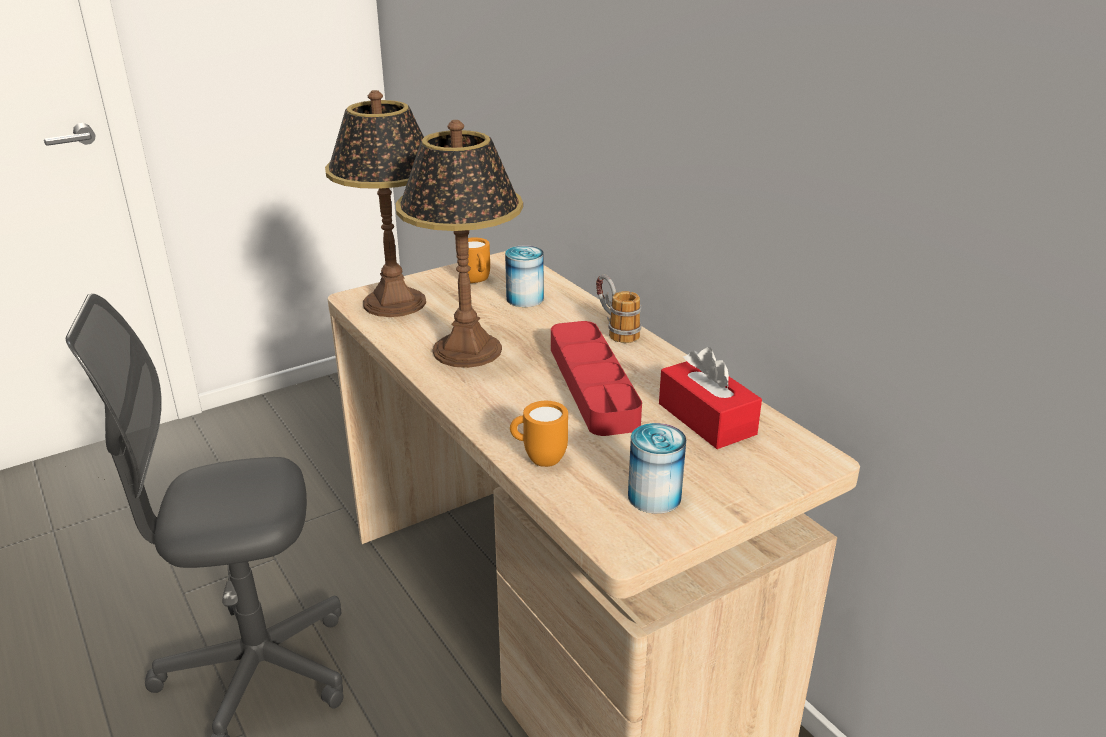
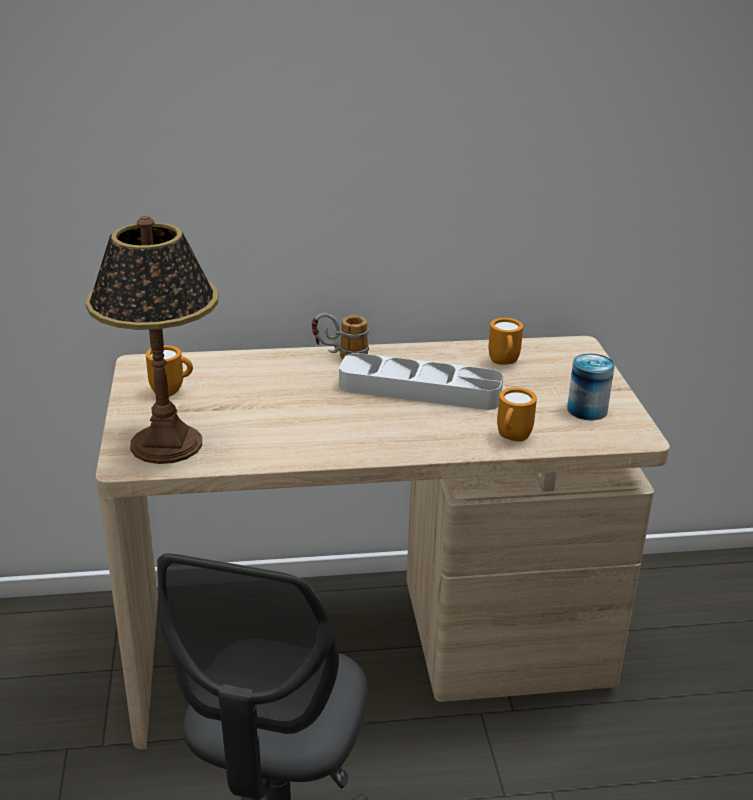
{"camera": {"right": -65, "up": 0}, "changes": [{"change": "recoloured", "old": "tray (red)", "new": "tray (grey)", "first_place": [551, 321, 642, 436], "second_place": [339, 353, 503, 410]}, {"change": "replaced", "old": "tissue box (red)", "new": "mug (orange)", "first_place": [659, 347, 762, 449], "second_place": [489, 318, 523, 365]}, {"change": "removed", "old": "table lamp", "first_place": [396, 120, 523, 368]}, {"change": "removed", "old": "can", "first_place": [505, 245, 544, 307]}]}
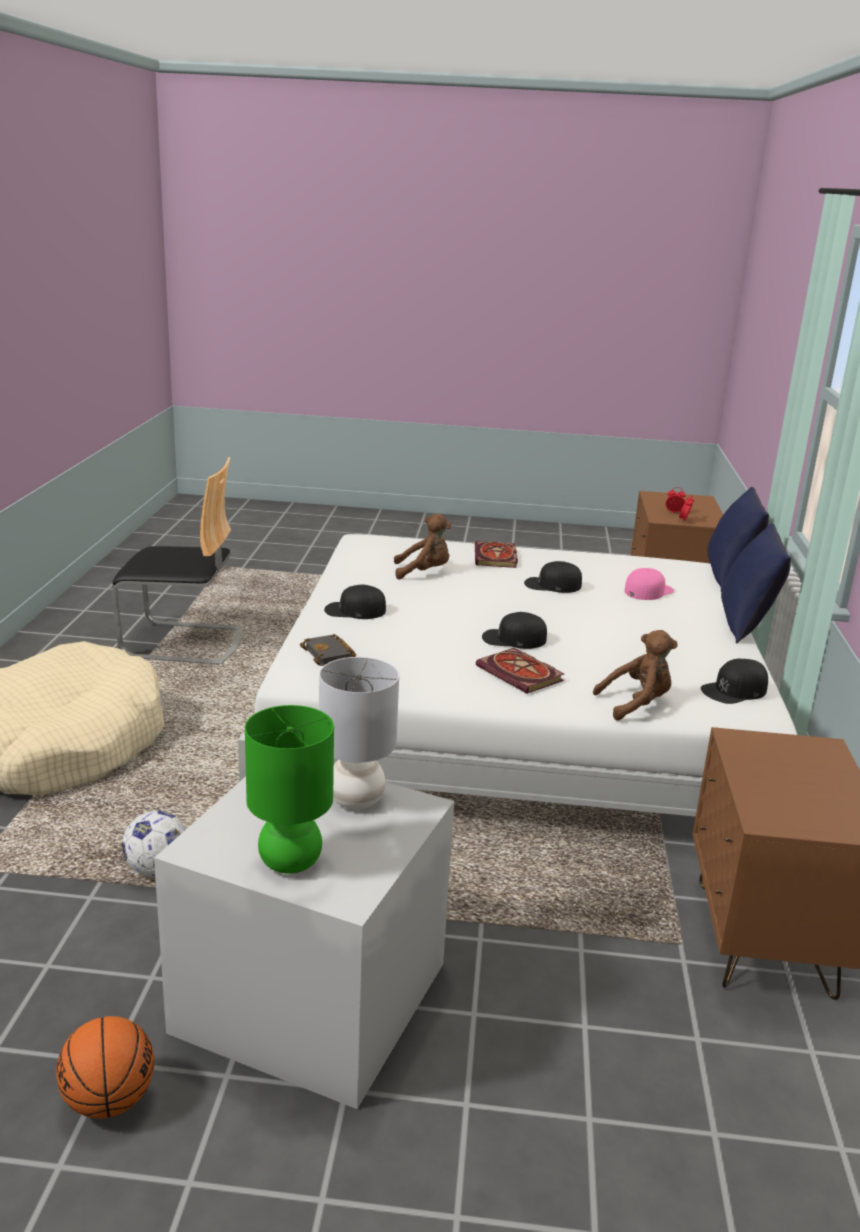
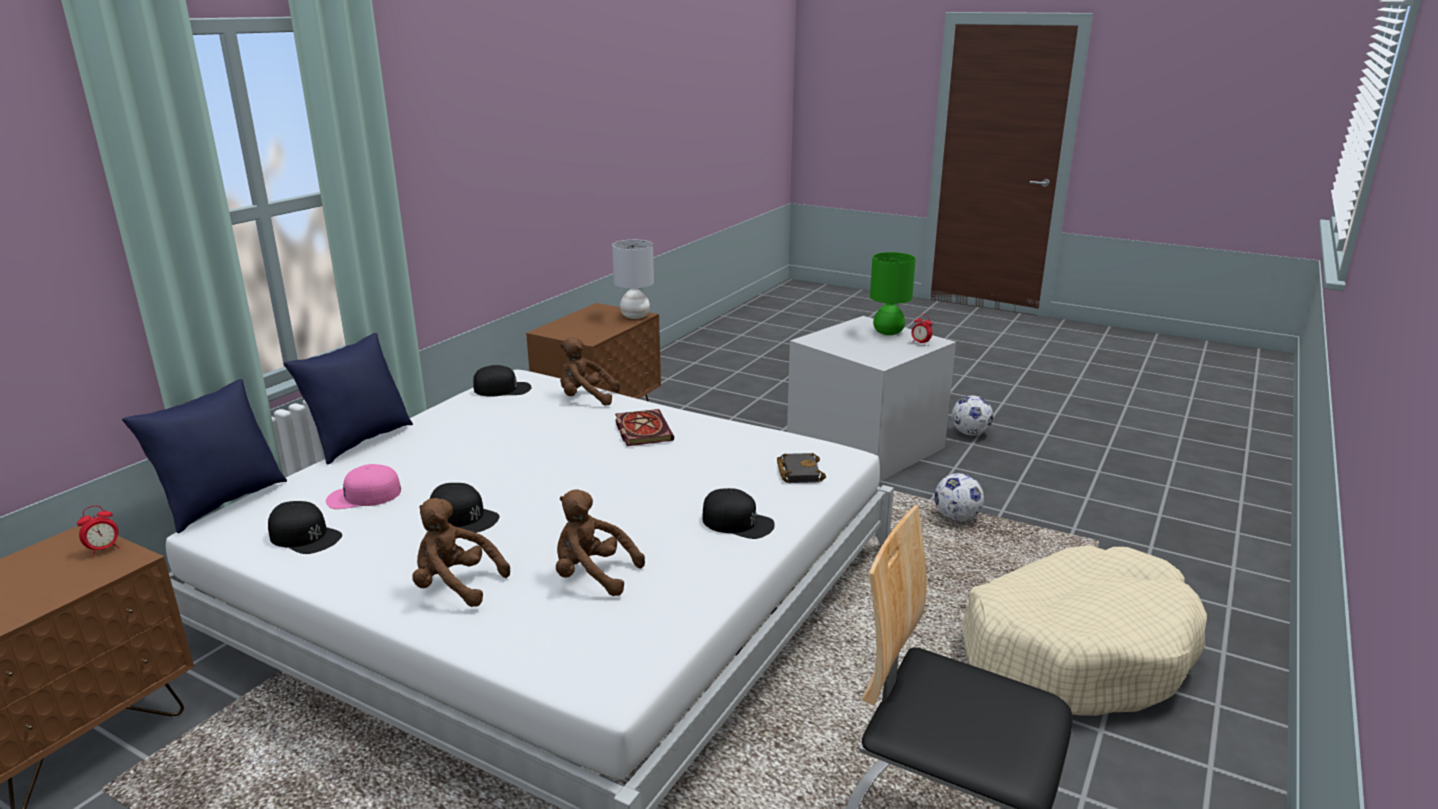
{"camera": {"right": -155, "up": 0}, "changes": [{"change": "moved", "old": "cap (black)", "first_place": [482, 612, 547, 649], "second_place": [268, 501, 342, 554]}, {"change": "replaced", "old": "book", "new": "plush toy (brown)", "first_place": [475, 541, 518, 568], "second_place": [412, 498, 510, 607]}, {"change": "moved", "old": "table lamp (grey)", "first_place": [319, 657, 399, 809], "second_place": [612, 240, 654, 319]}, {"change": "moved", "old": "alarm clock", "first_place": [666, 487, 686, 513], "second_place": [911, 314, 933, 346]}, {"change": "replaced", "old": "basketball", "new": "football", "first_place": [56, 1016, 154, 1118], "second_place": [952, 396, 993, 436]}]}
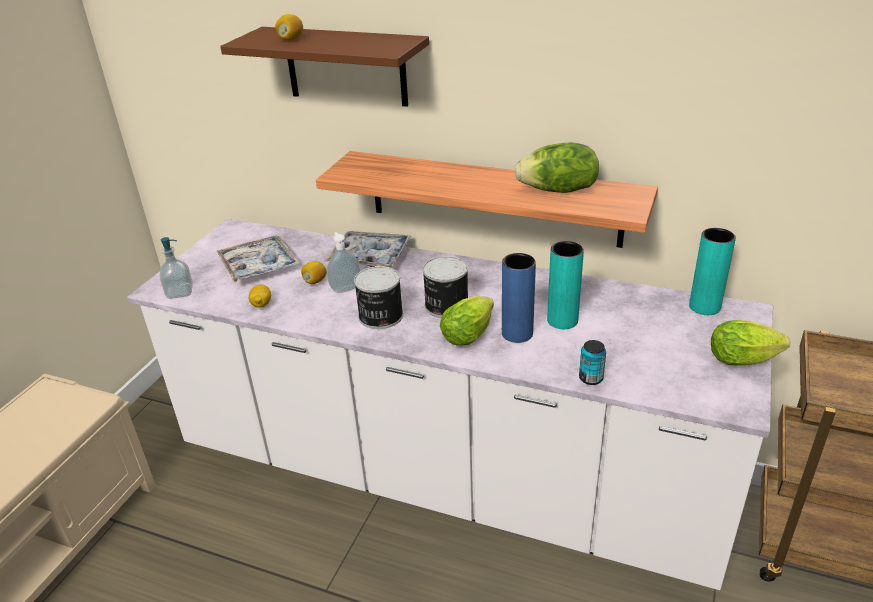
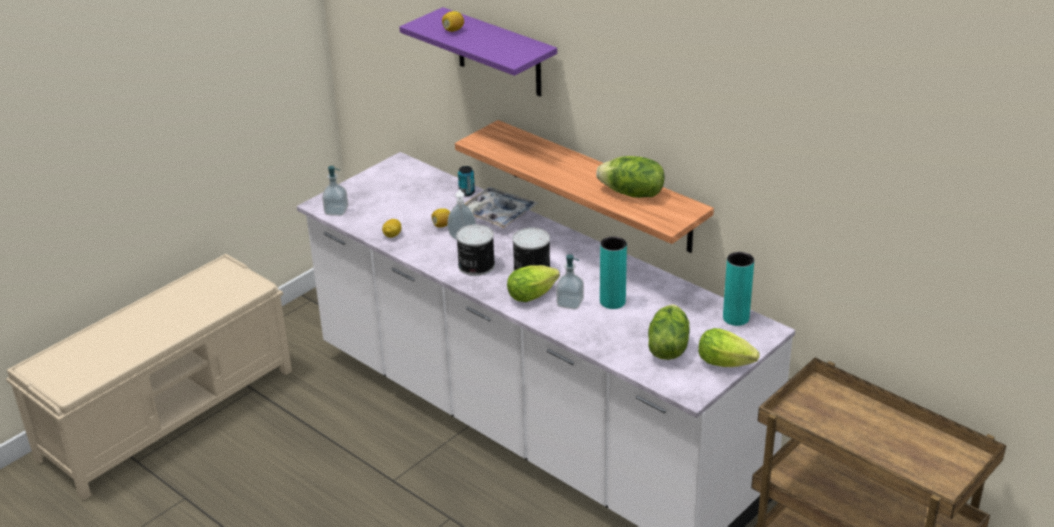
{"camera": {"right": 20, "up": 0}, "changes": [{"change": "recoloured", "old": "shelf (brown)", "new": "shelf (purple)", "first_place": [220, 27, 429, 107], "second_place": [399, 7, 557, 96]}, {"change": "moved", "old": "can", "first_place": [579, 340, 606, 385], "second_place": [458, 166, 475, 196]}, {"change": "replaced", "old": "vase (blue)", "new": "soap dispenser", "first_place": [502, 253, 536, 343], "second_place": [556, 254, 584, 310]}, {"change": "added", "new": "lettuce", "second_place": [648, 304, 690, 360]}, {"change": "removed", "old": "tray", "first_place": [217, 235, 300, 283]}]}
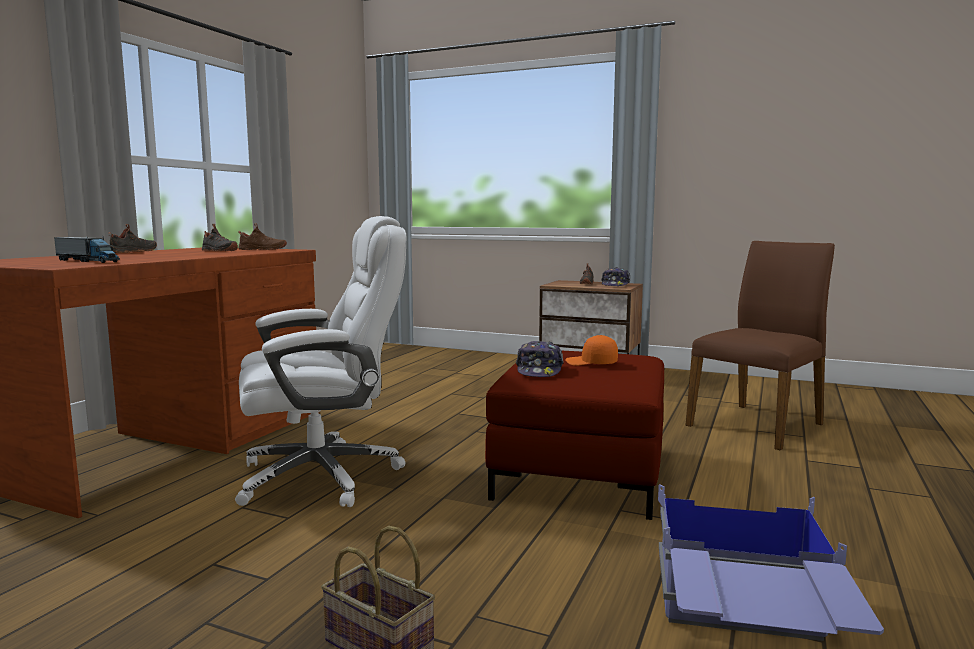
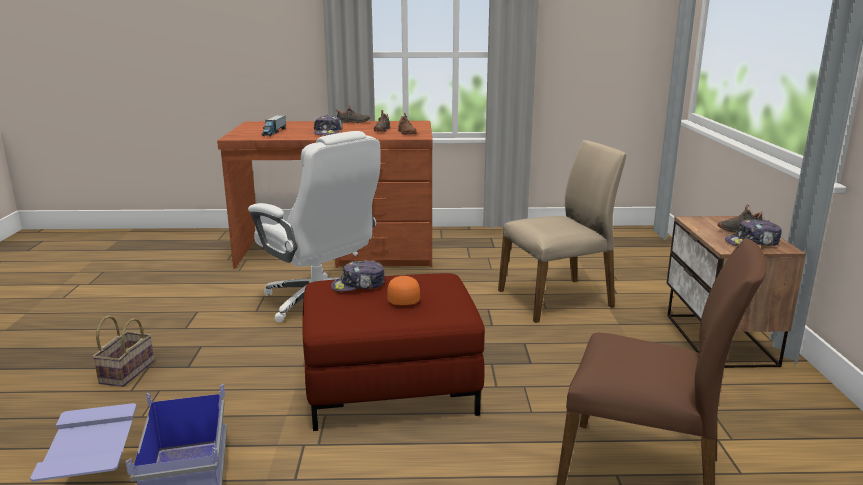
{"camera": {"right": 65, "up": 10}, "changes": [{"change": "added", "new": "cap", "second_place": [313, 115, 343, 135]}, {"change": "added", "new": "chair (beige)", "second_place": [498, 140, 626, 323]}]}
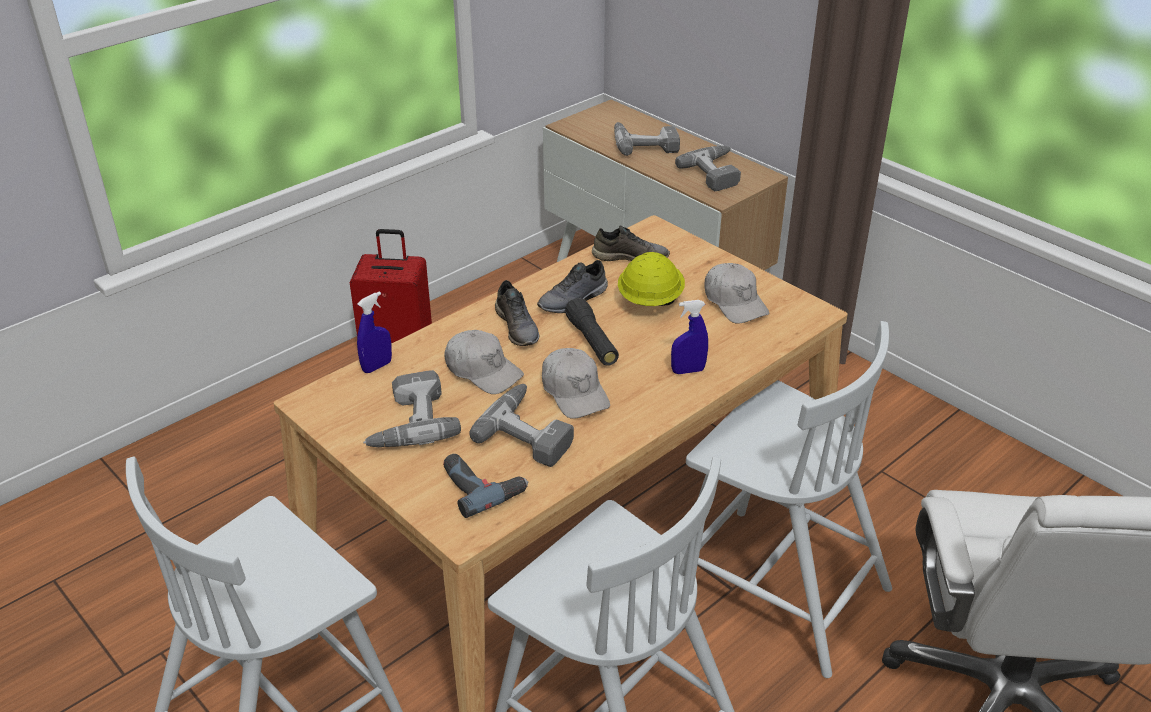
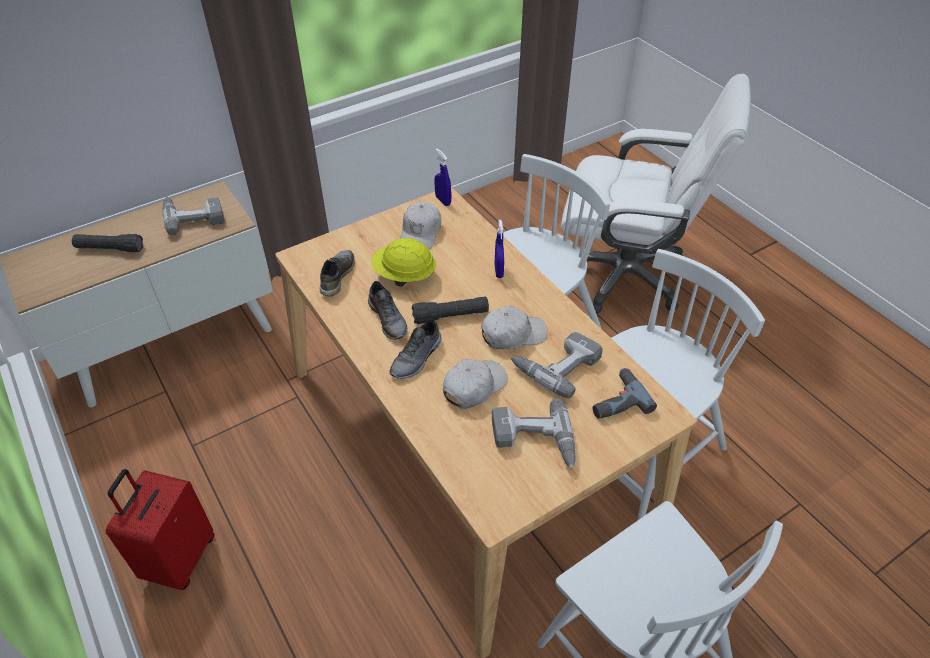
{"camera": {"right": -80, "up": 10}, "changes": [{"change": "replaced", "old": "power drill", "new": "flashlight (black)", "first_place": [614, 122, 680, 156], "second_place": [72, 234, 143, 252]}, {"change": "turned", "old": "shoe (grey)", "first_place": [495, 280, 539, 346], "second_place": [389, 319, 442, 379], "degrees": 135}, {"change": "turned", "old": "cap (white)", "first_place": [704, 263, 769, 324], "second_place": [400, 202, 441, 250], "degrees": 120}, {"change": "moved", "old": "spray bottle (blue)", "first_place": [357, 291, 392, 373], "second_place": [434, 149, 451, 206]}]}
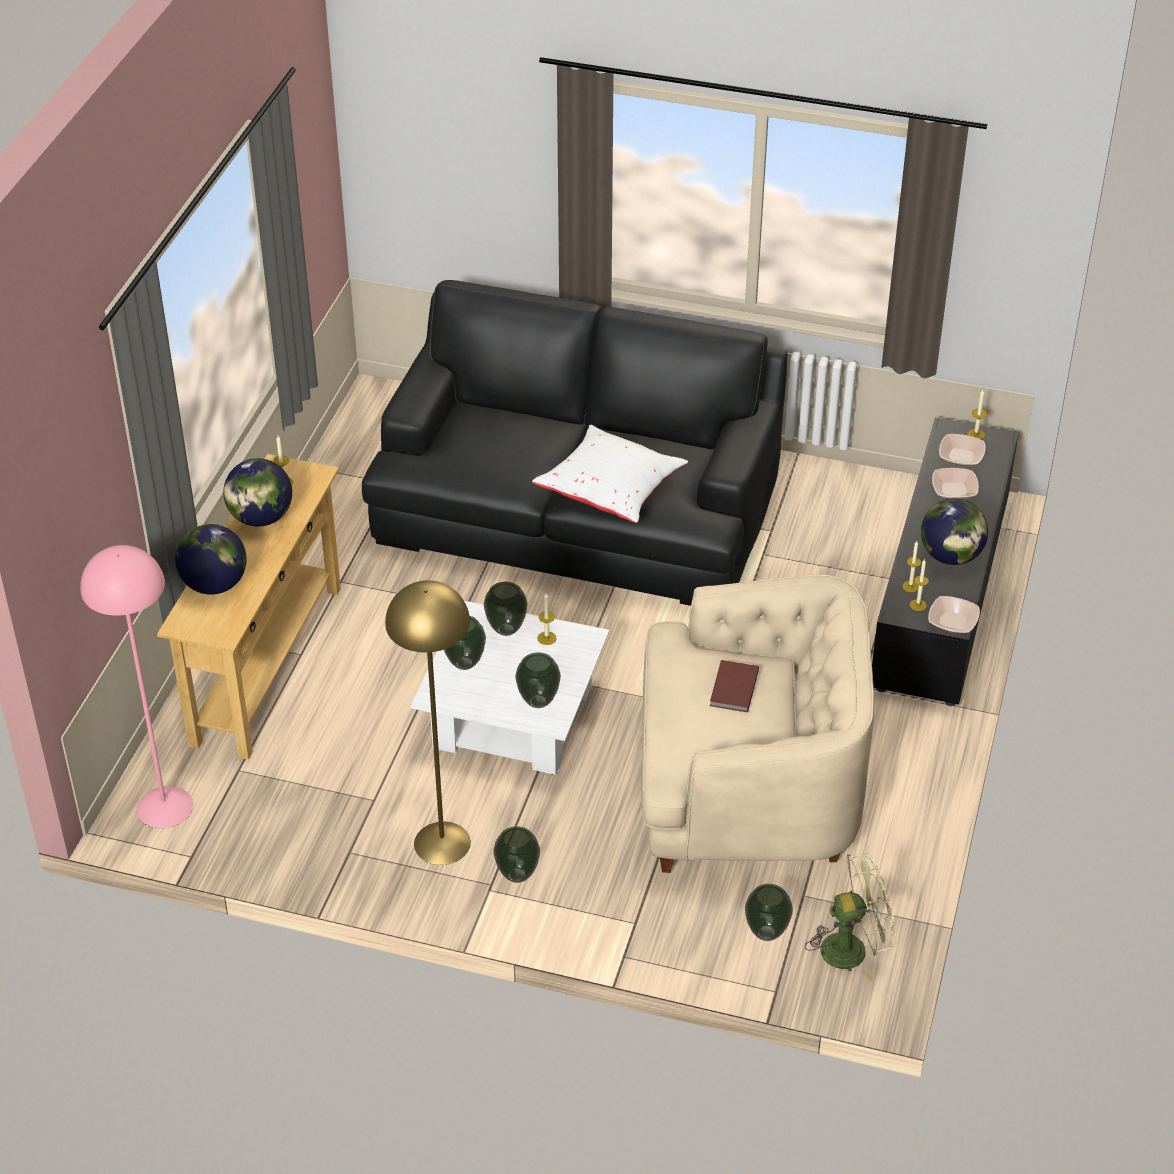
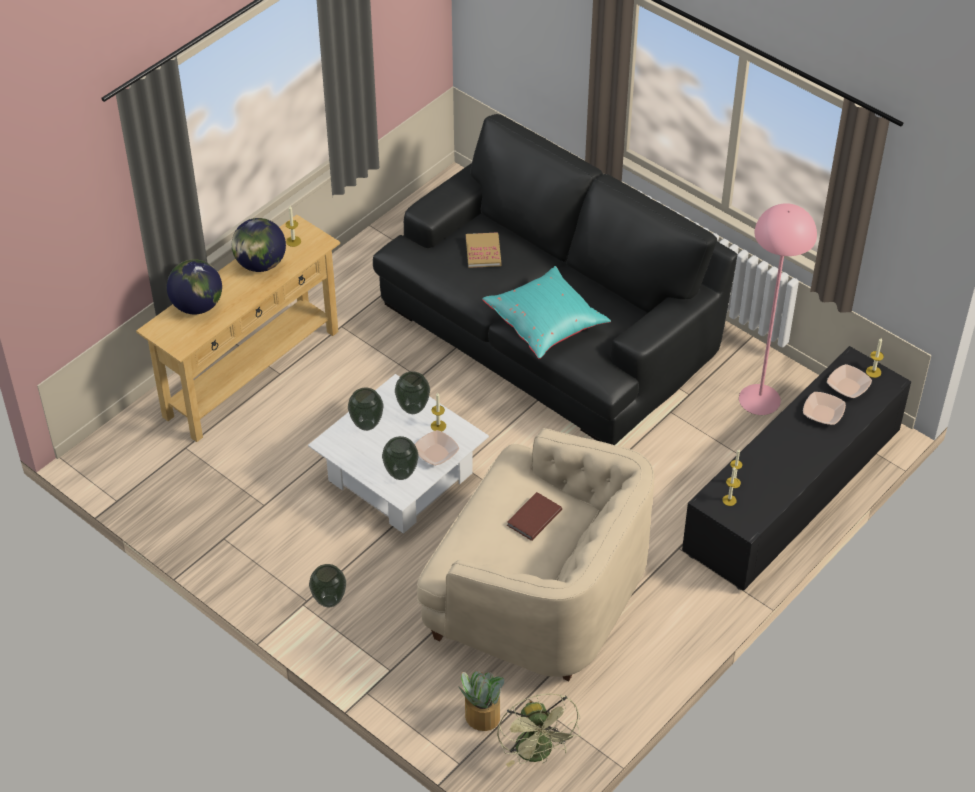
{"camera": {"right": 25, "up": 5}, "changes": [{"change": "moved", "old": "bowl", "first_place": [928, 596, 980, 633], "second_place": [415, 430, 459, 466]}, {"change": "replaced", "old": "vase", "new": "potted plant", "first_place": [745, 884, 793, 941], "second_place": [459, 670, 504, 731]}, {"change": "added", "new": "book", "second_place": [466, 232, 501, 268]}, {"change": "recoloured", "old": "pillow (white)", "new": "pillow (turquoise)", "first_place": [532, 425, 688, 523], "second_place": [482, 266, 611, 359]}, {"change": "turned", "old": "fan (green)", "first_place": [805, 853, 897, 980], "second_place": [497, 694, 580, 767], "degrees": 60}, {"change": "moved", "old": "floor lamp (pink)", "first_place": [80, 545, 193, 828], "second_place": [739, 203, 817, 415]}, {"change": "removed", "old": "floor lamp (yellow)", "first_place": [385, 580, 471, 865]}, {"change": "removed", "old": "globe", "first_place": [921, 498, 988, 565]}]}
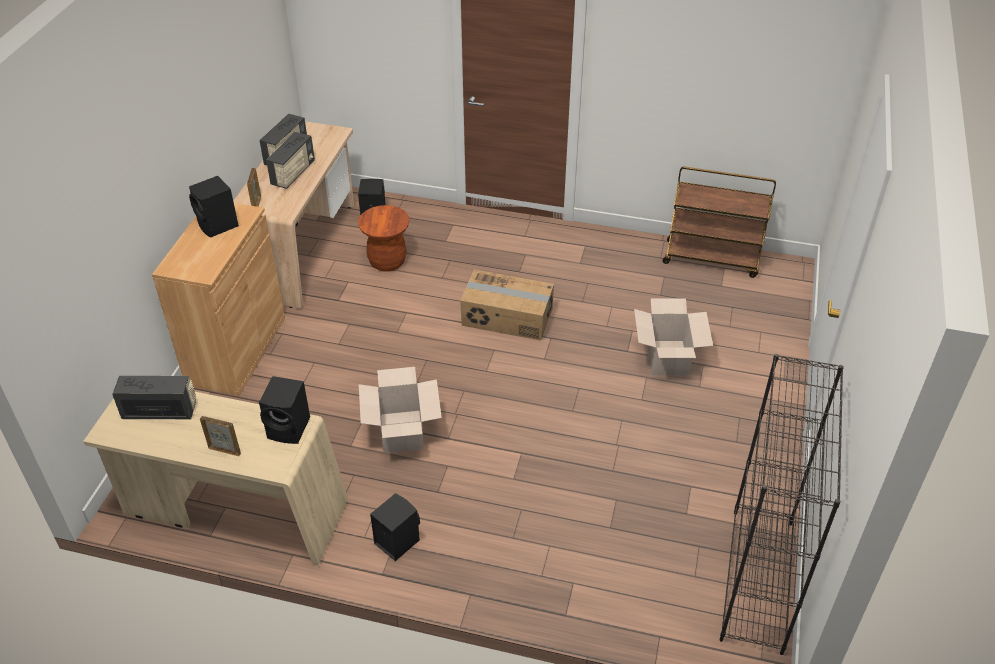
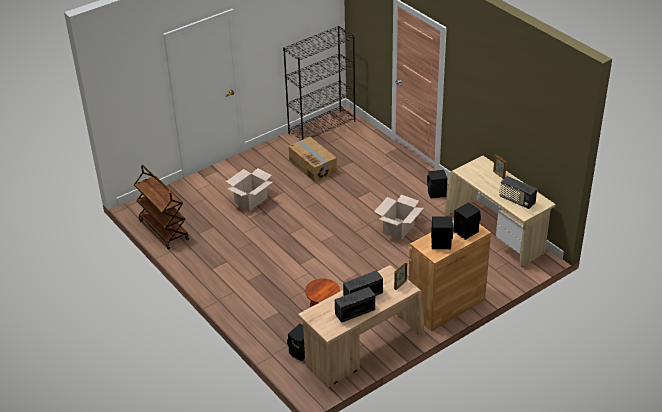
{"camera": {"right": -140, "up": -5}, "changes": [{"change": "moved", "old": "cardboard box", "first_place": [460, 270, 554, 341], "second_place": [288, 137, 337, 183]}, {"change": "moved", "old": "speaker (black)", "first_place": [259, 376, 310, 444], "second_place": [453, 203, 481, 240]}]}
